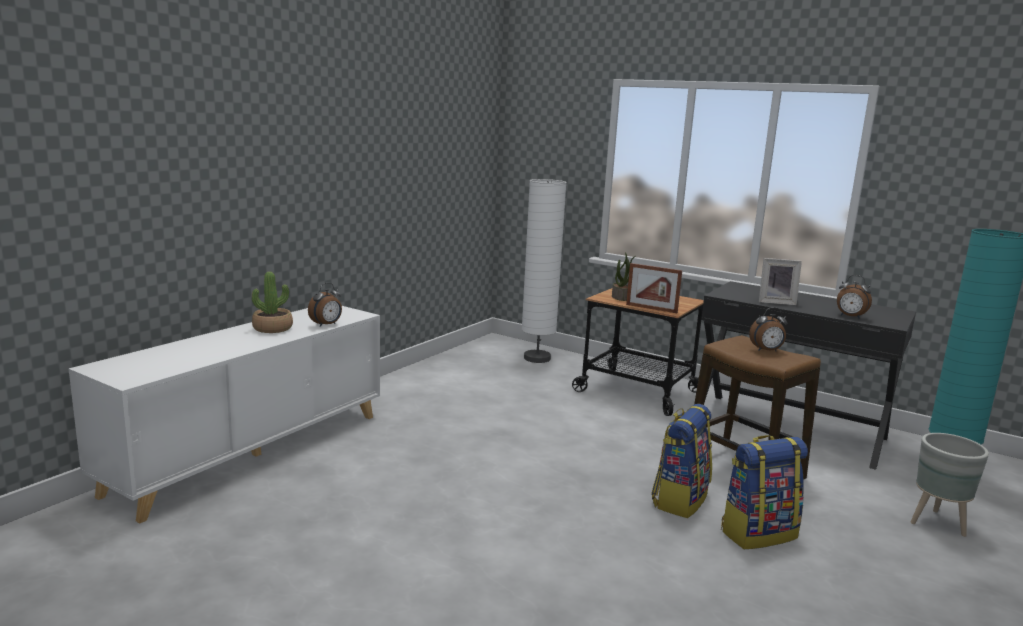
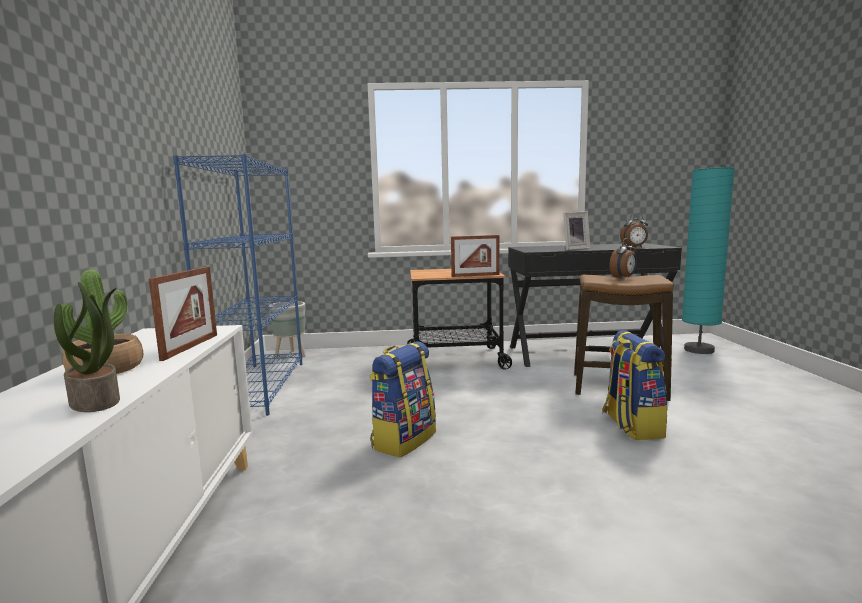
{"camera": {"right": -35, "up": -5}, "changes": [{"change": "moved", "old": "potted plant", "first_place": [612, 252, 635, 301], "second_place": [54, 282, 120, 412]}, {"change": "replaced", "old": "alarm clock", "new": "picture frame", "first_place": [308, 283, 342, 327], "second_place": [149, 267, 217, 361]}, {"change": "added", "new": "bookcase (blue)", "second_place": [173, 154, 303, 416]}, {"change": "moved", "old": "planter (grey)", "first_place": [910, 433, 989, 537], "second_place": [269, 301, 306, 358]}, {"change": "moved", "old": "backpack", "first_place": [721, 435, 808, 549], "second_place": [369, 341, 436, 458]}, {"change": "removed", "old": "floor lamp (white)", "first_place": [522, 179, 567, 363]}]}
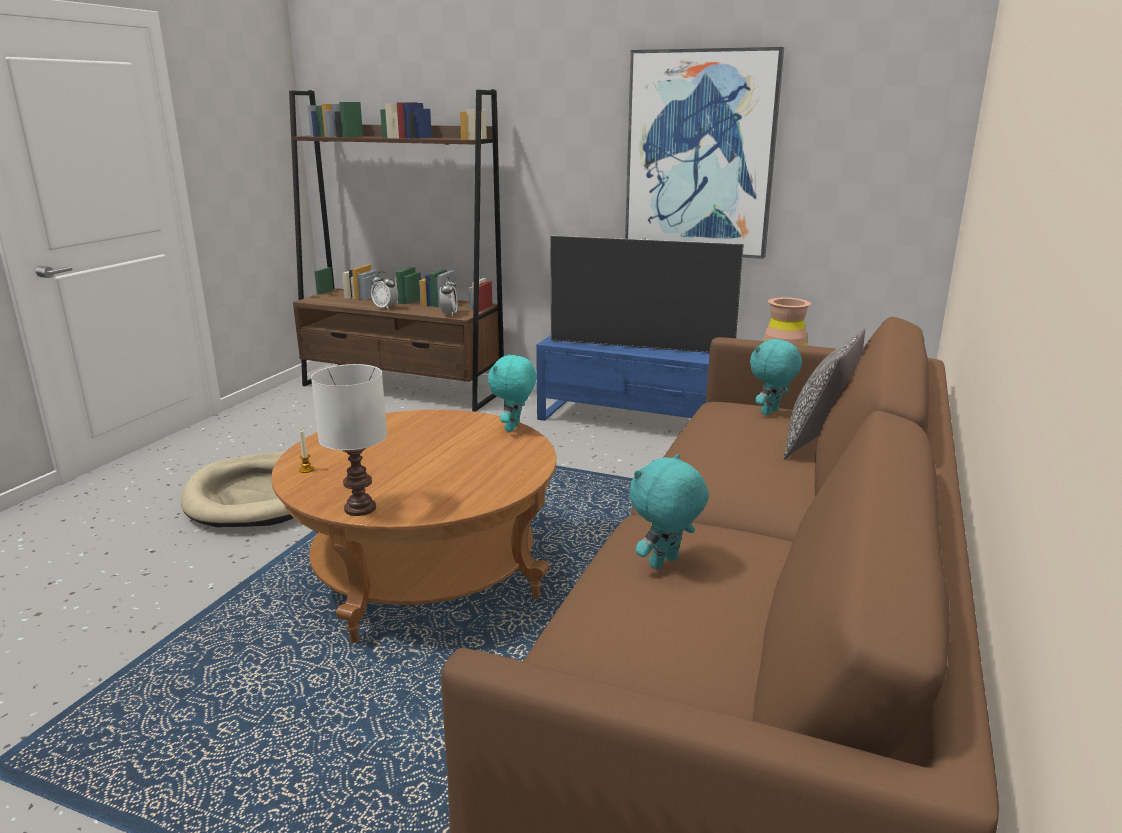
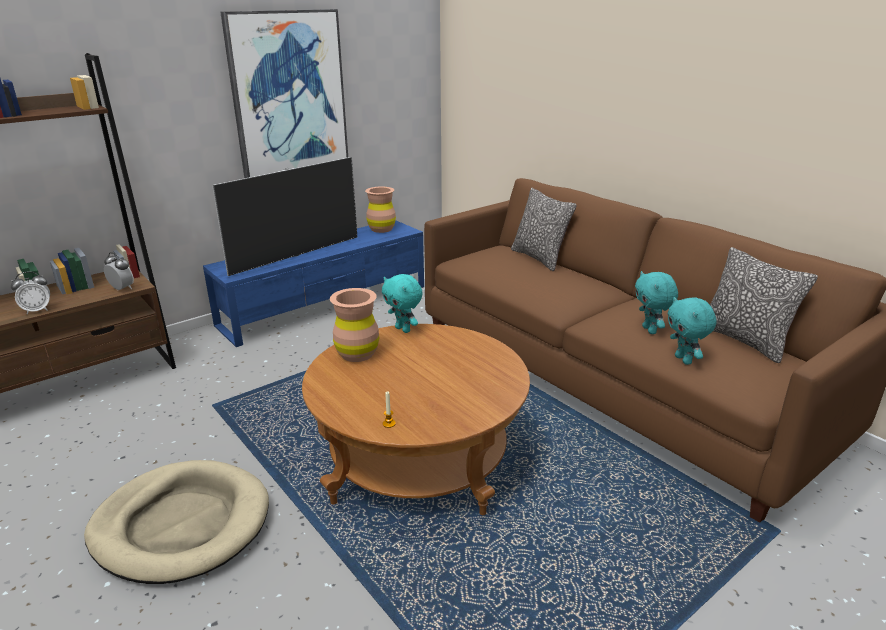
{"camera": {"right": -60, "up": 5}, "changes": [{"change": "added", "new": "vase (brown)", "second_place": [330, 288, 380, 362]}, {"change": "moved", "old": "plush toy (turquoise)", "first_place": [750, 338, 802, 415], "second_place": [667, 297, 717, 365]}, {"change": "added", "new": "pillow", "second_place": [710, 247, 818, 363]}, {"change": "removed", "old": "table lamp (white)", "first_place": [311, 364, 387, 516]}]}
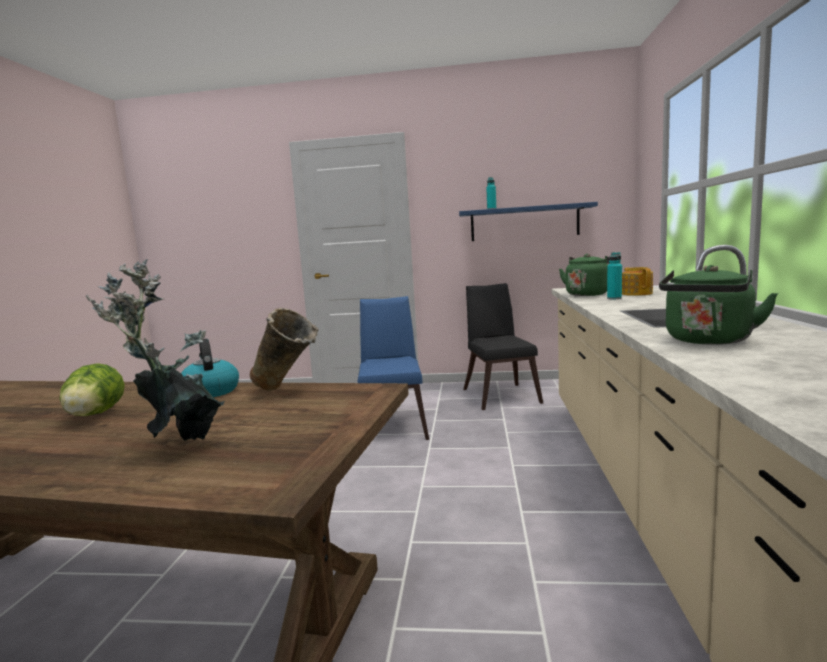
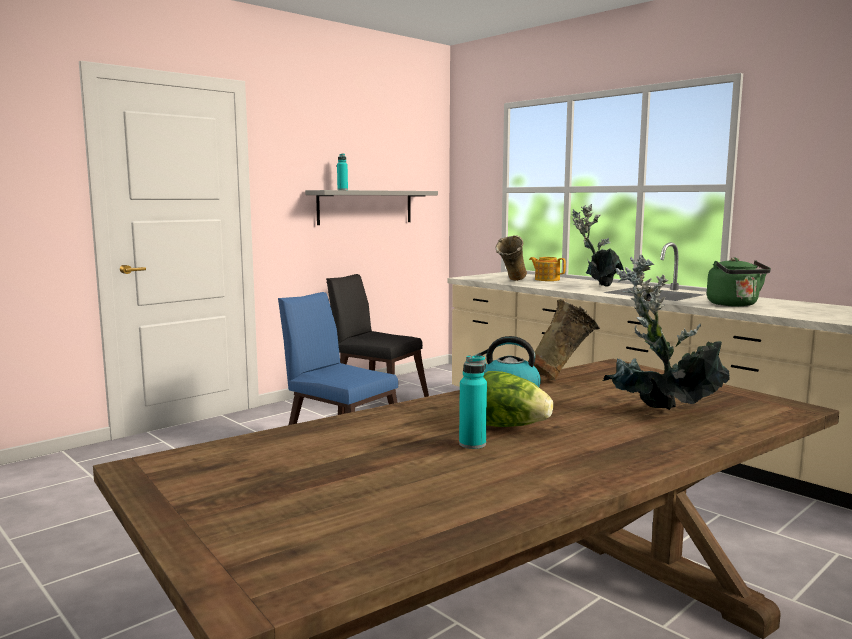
{"camera": {"right": -50, "up": 0}, "changes": [{"change": "recoloured", "old": "shelf (blue)", "new": "shelf (grey)", "first_place": [459, 202, 598, 241], "second_place": [305, 190, 438, 225]}, {"change": "moved", "old": "bottle (turquoise)", "first_place": [607, 252, 622, 299], "second_place": [459, 355, 487, 449]}, {"change": "replaced", "old": "kettle (green)", "new": "vase (beige)", "first_place": [559, 254, 609, 296], "second_place": [496, 235, 527, 281]}, {"change": "added", "new": "potted plant", "second_place": [572, 204, 623, 287]}]}
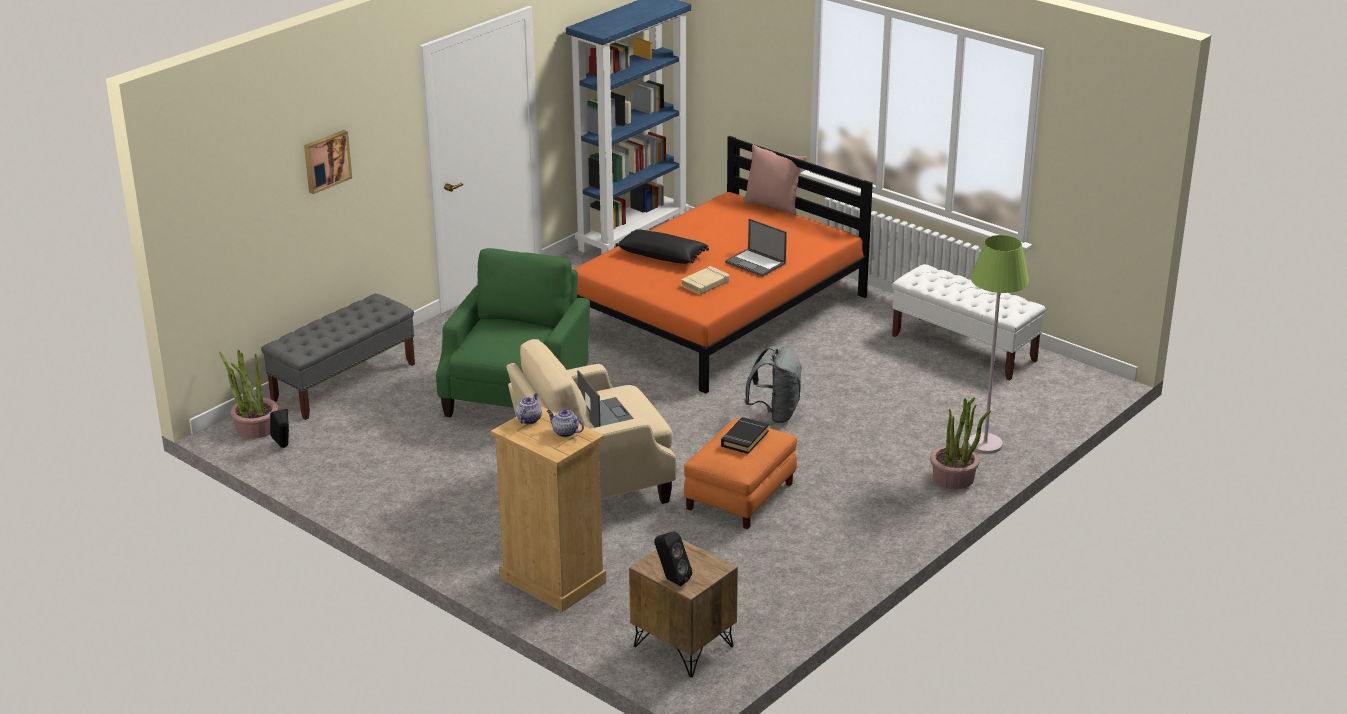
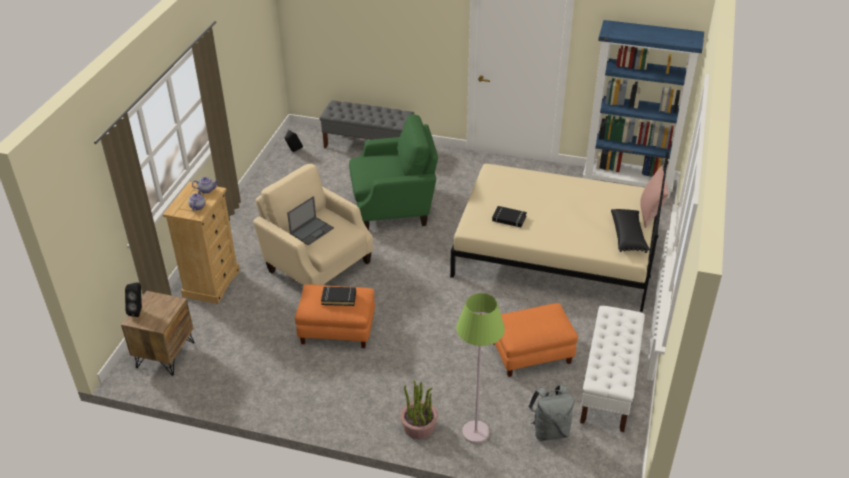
{"camera": {"right": 65, "up": 10}, "changes": [{"change": "recoloured", "old": "bed (orange)", "new": "bed (beige)", "first_place": [574, 136, 873, 394], "second_place": [450, 152, 669, 312]}, {"change": "recoloured", "old": "book (beige)", "new": "book (black)", "first_place": [681, 266, 729, 295], "second_place": [492, 206, 527, 227]}, {"change": "added", "new": "ottoman (orange)", "second_place": [493, 303, 578, 377]}, {"change": "moved", "old": "backpack (grey)", "first_place": [745, 346, 802, 423], "second_place": [529, 385, 574, 441]}, {"change": "moved", "old": "pillow (black)", "first_place": [615, 229, 709, 264], "second_place": [611, 209, 650, 253]}, {"change": "removed", "old": "potted plant", "first_place": [219, 350, 278, 439]}, {"change": "removed", "old": "picture", "first_place": [304, 130, 352, 194]}, {"change": "removed", "old": "laptop", "first_place": [725, 219, 787, 277]}]}
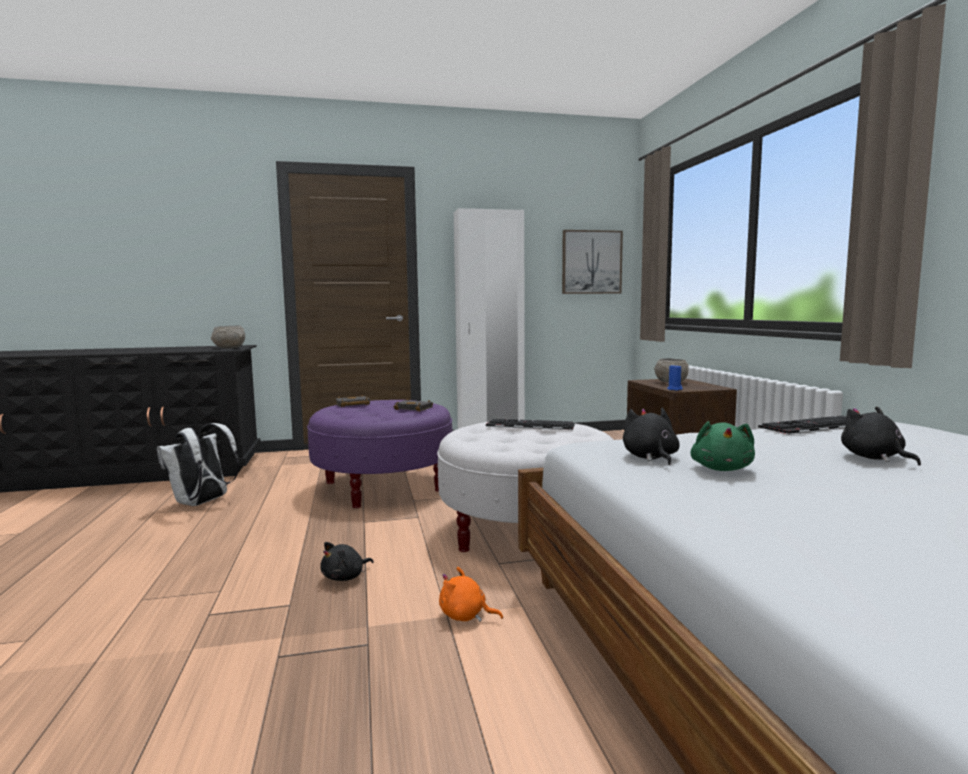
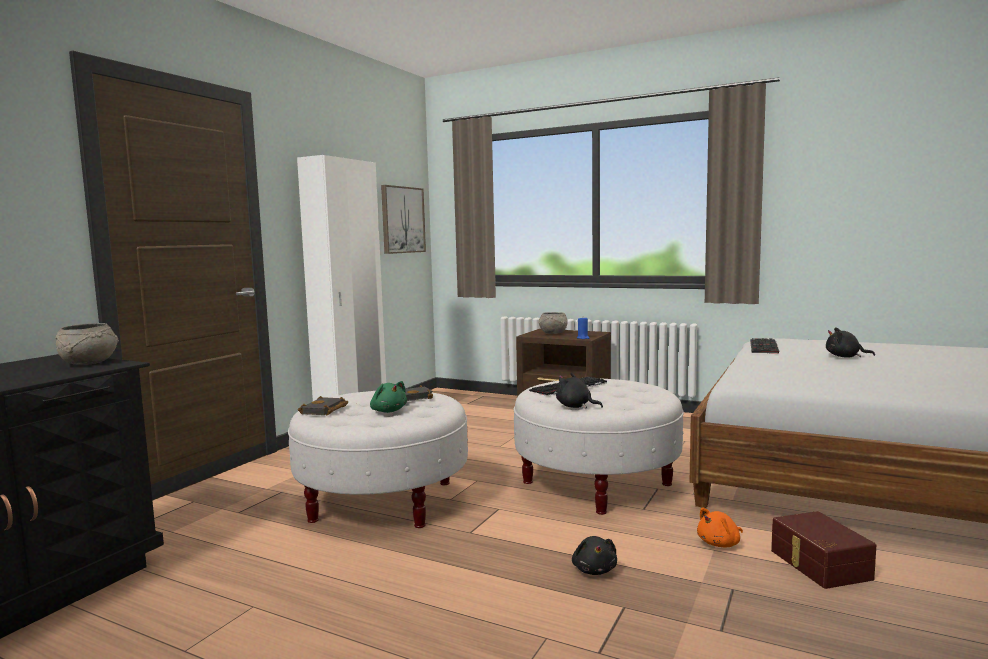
{"camera": {"right": -50, "up": 0}, "changes": [{"change": "recoloured", "old": "ottoman (purple)", "new": "ottoman (white)", "first_place": [307, 400, 452, 508], "second_place": [288, 391, 468, 528]}, {"change": "moved", "old": "plush toy (green)", "first_place": [690, 421, 755, 471], "second_place": [370, 381, 407, 413]}, {"change": "moved", "old": "plush toy (black)", "first_place": [623, 408, 680, 465], "second_place": [556, 373, 603, 409]}, {"change": "added", "new": "storage box (brown)", "second_place": [771, 511, 876, 589]}, {"change": "removed", "old": "backpack (white)", "first_place": [157, 423, 239, 506]}]}
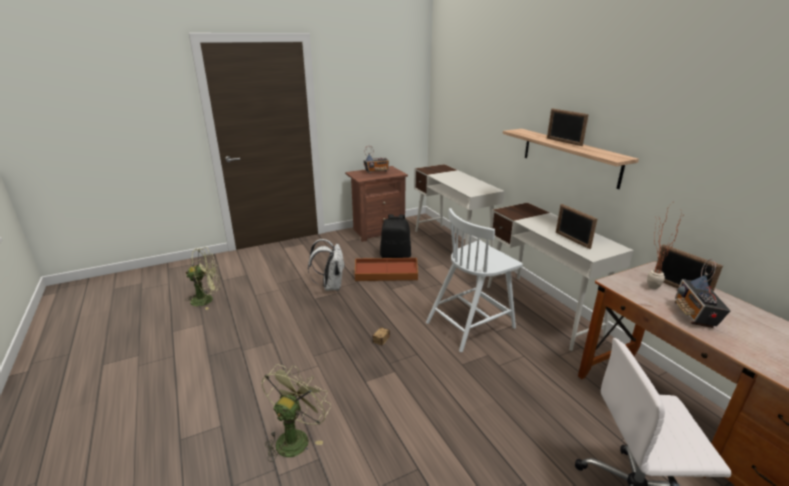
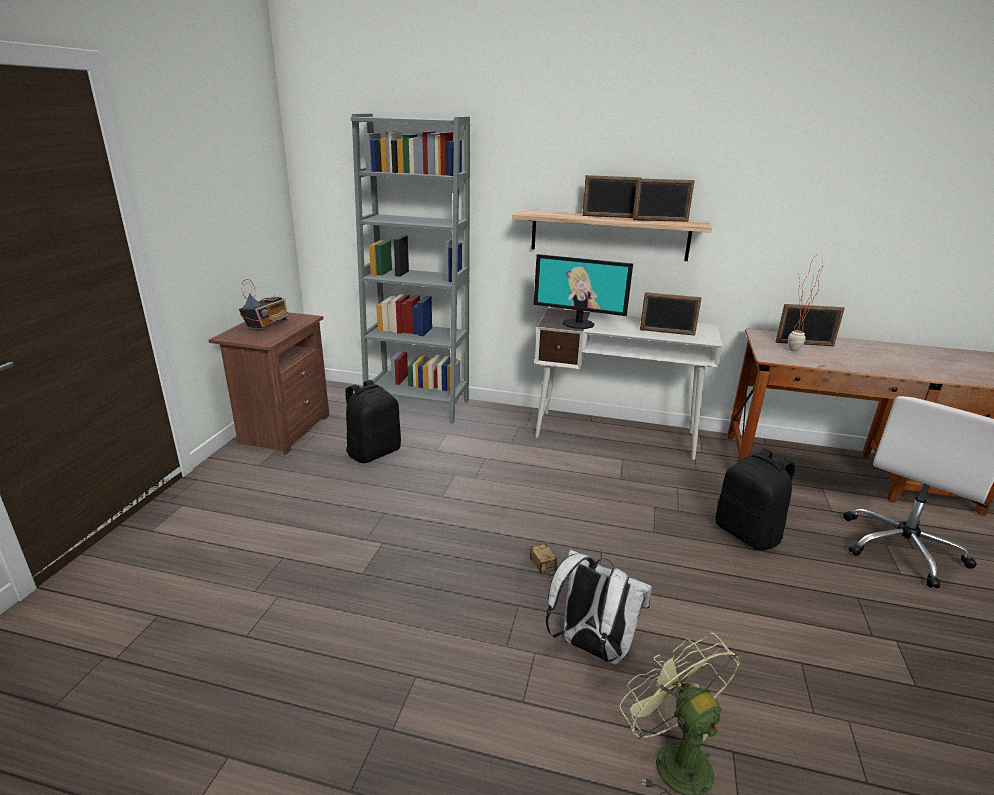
{"camera": {"right": -50, "up": 0}, "changes": [{"change": "replaced", "old": "desk (white)", "new": "bookcase (grey)", "first_place": [414, 164, 505, 248], "second_place": [351, 114, 470, 424]}, {"change": "added", "new": "monitor", "second_place": [534, 254, 633, 329]}, {"change": "moved", "old": "backpack (white)", "first_place": [308, 239, 345, 291], "second_place": [546, 549, 652, 664]}, {"change": "added", "new": "picture frame", "second_place": [633, 179, 695, 222]}, {"change": "added", "new": "backpack (black)", "second_place": [716, 448, 795, 551]}, {"change": "removed", "old": "fan (green)", "first_place": [185, 247, 220, 310]}, {"change": "removed", "old": "storage box (brown)", "first_place": [355, 258, 418, 281]}, {"change": "removed", "old": "chair (white)", "first_place": [426, 208, 523, 352]}, {"change": "removed", "old": "radio", "first_place": [675, 259, 731, 328]}]}
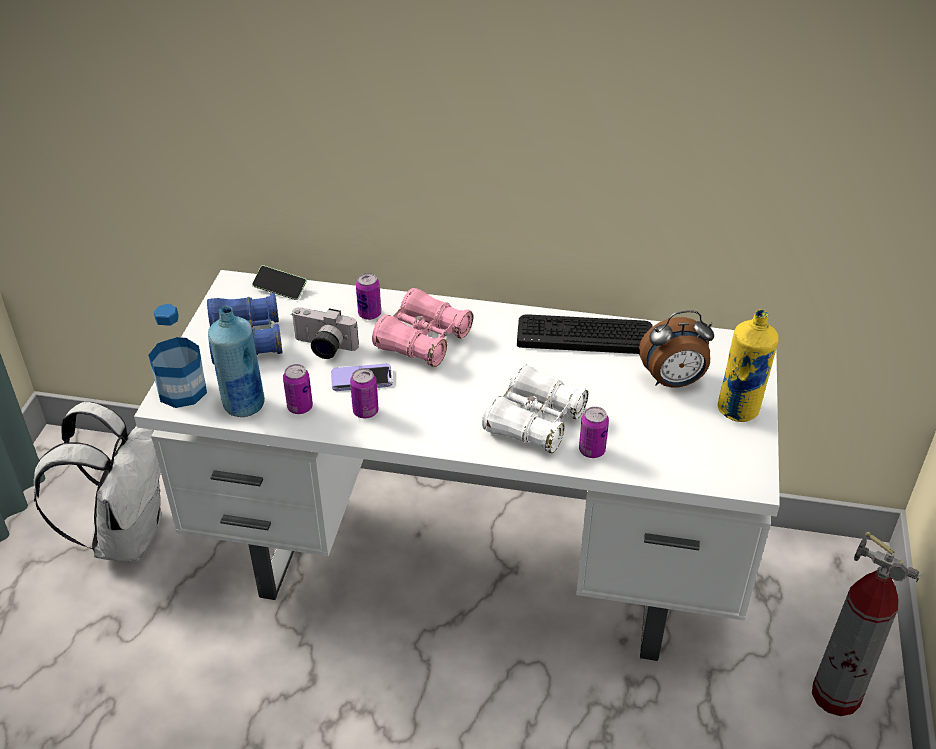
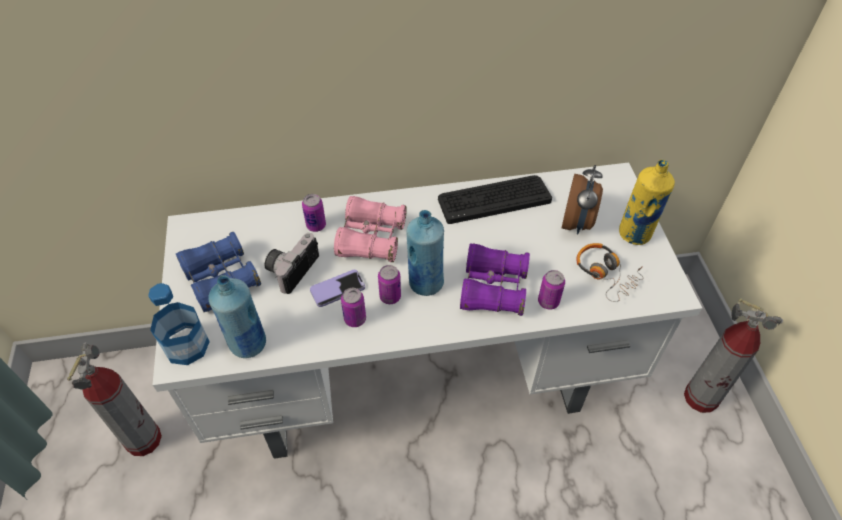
{"camera": {"right": -20, "up": 10}, "changes": [{"change": "replaced", "old": "backpack (white)", "new": "fire extinguisher", "first_place": [33, 402, 161, 562], "second_place": [67, 342, 162, 456]}, {"change": "turned", "old": "photo camera", "first_place": [291, 307, 359, 359], "second_place": [265, 233, 319, 294], "degrees": 120}, {"change": "moved", "old": "can", "first_place": [283, 364, 313, 414], "second_place": [378, 265, 401, 304]}, {"change": "added", "new": "bottle (blue)", "second_place": [407, 210, 444, 296]}, {"change": "recoloured", "old": "binoculars (white)", "new": "binoculars (purple)", "first_place": [482, 364, 588, 453], "second_place": [460, 243, 530, 316]}, {"change": "turned", "old": "alarm clock", "first_place": [639, 310, 714, 387], "second_place": [562, 165, 603, 234], "degrees": -45}, {"change": "added", "new": "headphones", "second_place": [576, 243, 644, 302]}, {"change": "removed", "old": "phone", "first_place": [252, 265, 307, 300]}]}
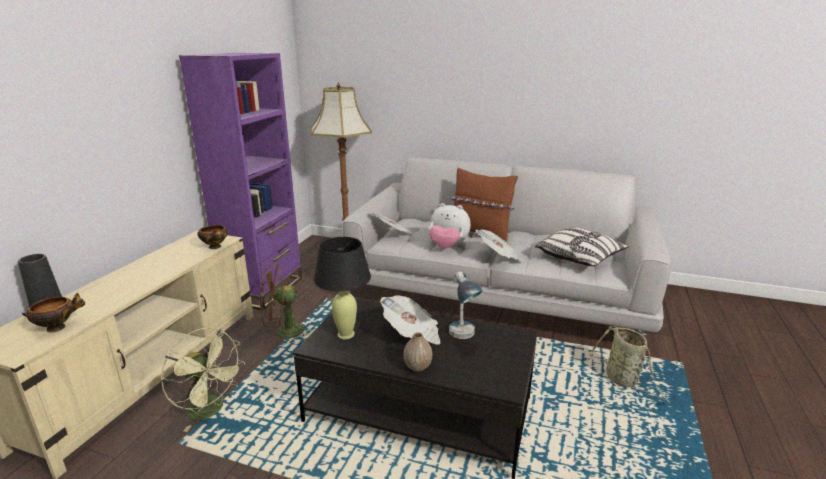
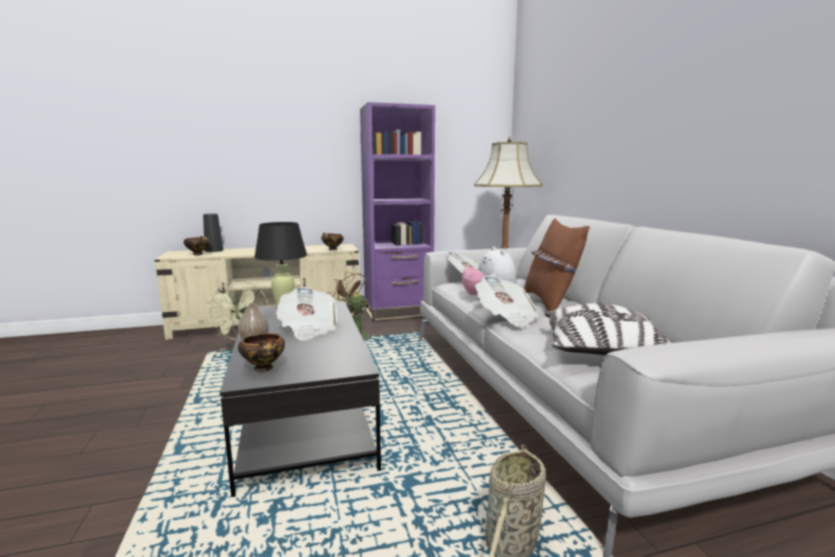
{"camera": {"right": 55, "up": -10}, "changes": [{"change": "added", "new": "bowl", "second_place": [238, 333, 285, 372]}, {"change": "removed", "old": "table lamp", "first_place": [449, 271, 483, 339]}]}
